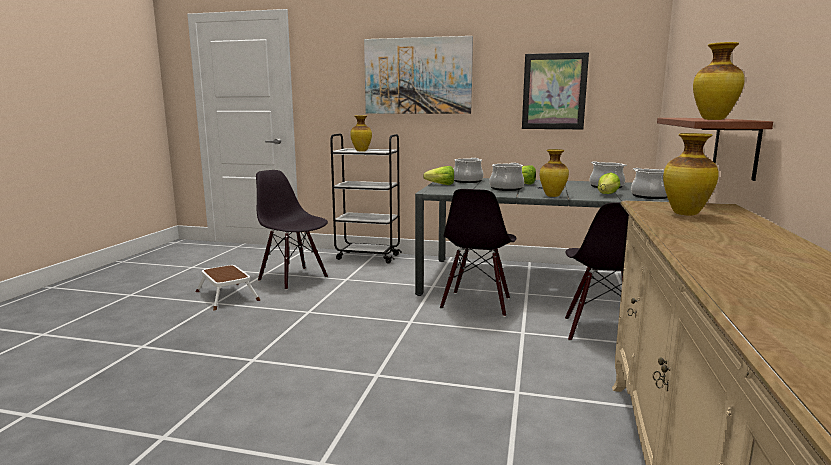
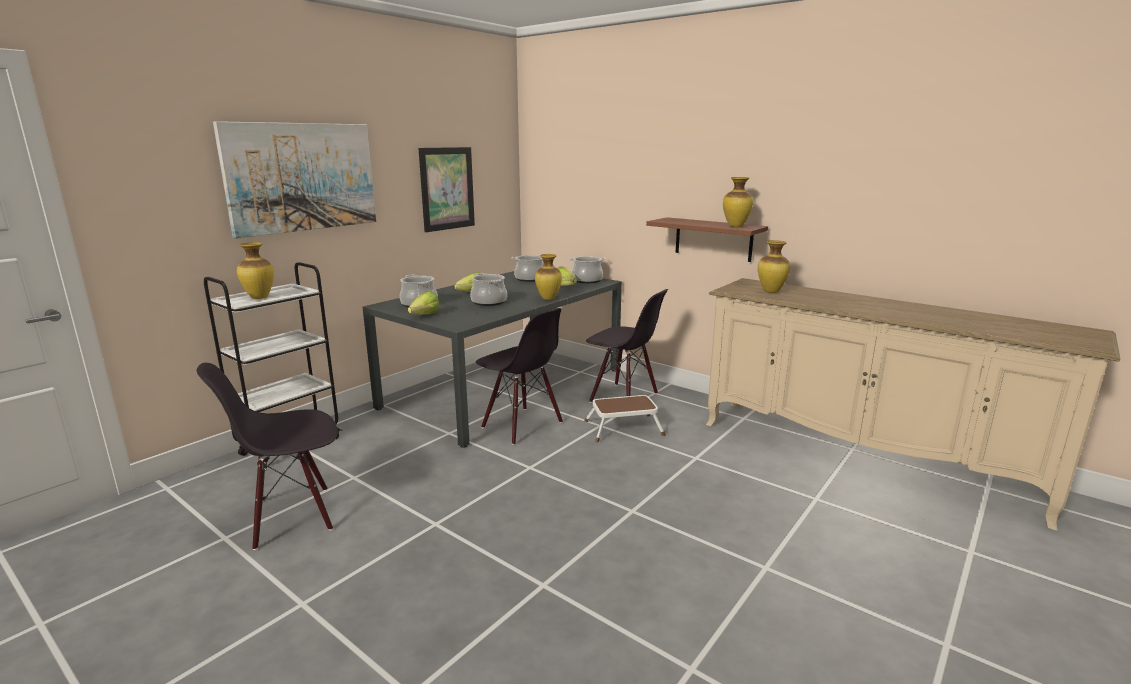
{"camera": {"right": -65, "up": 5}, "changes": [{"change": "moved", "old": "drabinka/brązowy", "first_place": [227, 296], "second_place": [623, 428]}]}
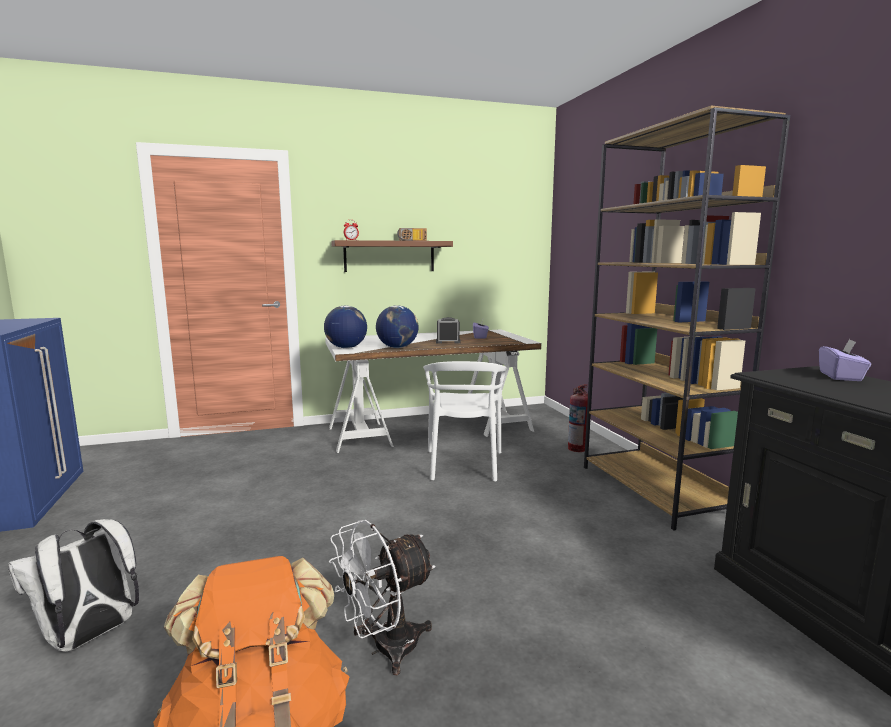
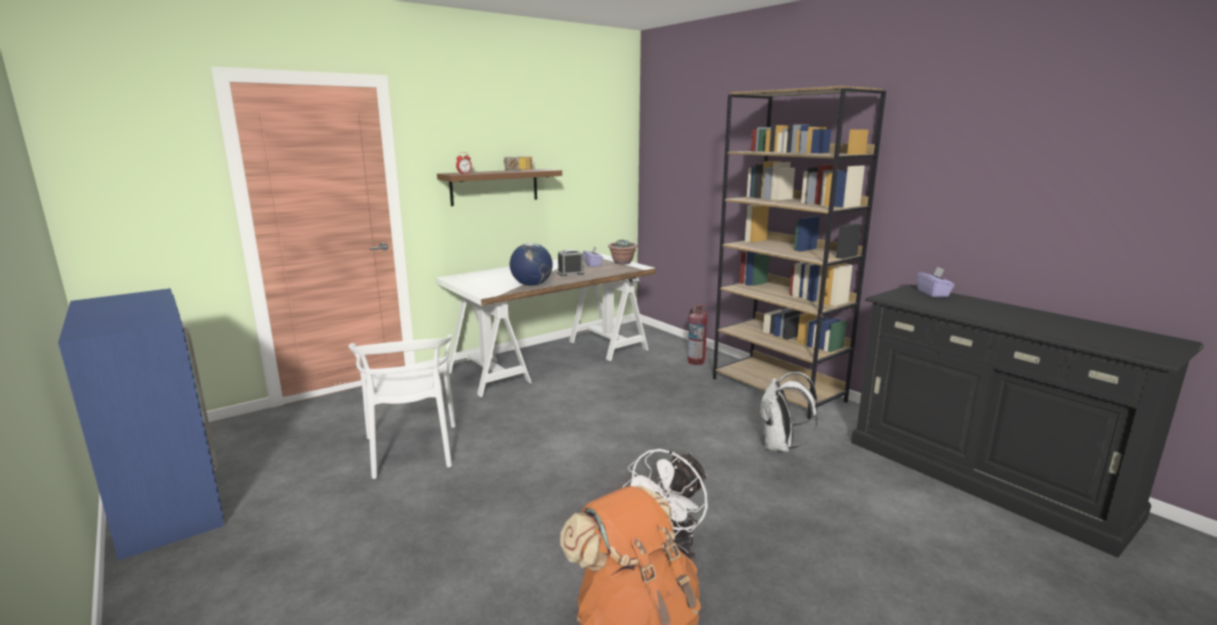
{"camera": {"right": -20, "up": 5}, "changes": [{"change": "removed", "old": "globus", "first_place": [346, 348]}, {"change": "moved", "old": "krzesło/biały", "first_place": [464, 464], "second_place": [412, 450]}, {"change": "moved", "old": "plecak/biały", "first_place": [90, 636], "second_place": [780, 447]}, {"change": "added", "new": "roślina doniczkowa", "second_place": [622, 263]}]}
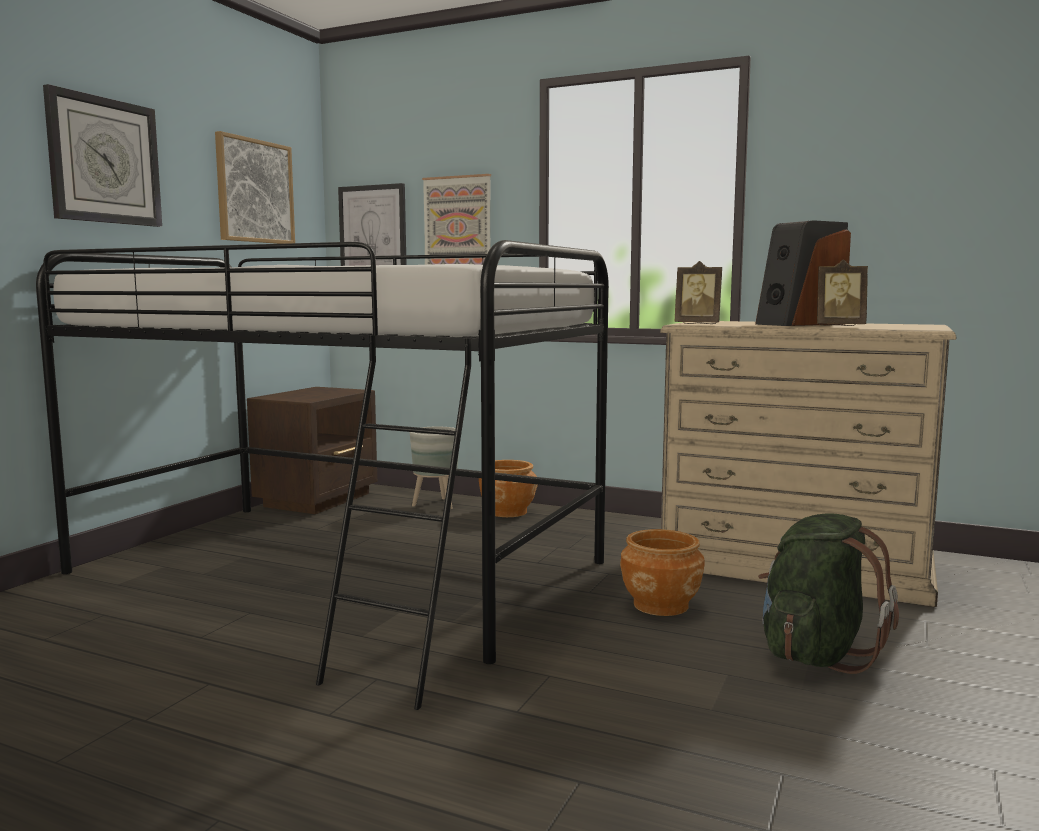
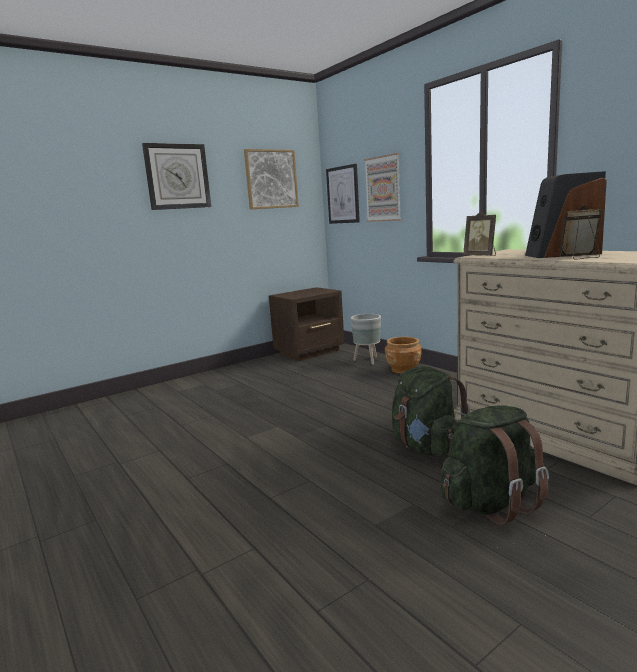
{"camera": {"right": 30, "up": 5}, "changes": [{"change": "removed", "old": "łóżko/czarny", "first_place": [339, 570]}, {"change": "turned", "old": "ramka na zdjęcie", "first_place": [839, 326], "second_place": [581, 258], "degrees": 135}, {"change": "replaced", "old": "donica/brązowy", "new": "plecak/zielony", "first_place": [661, 605], "second_place": [426, 447]}]}
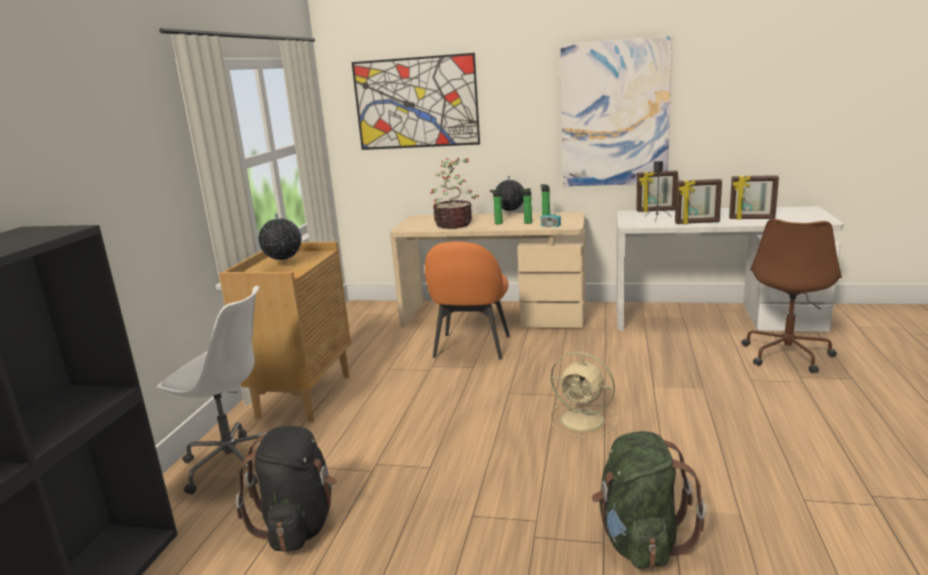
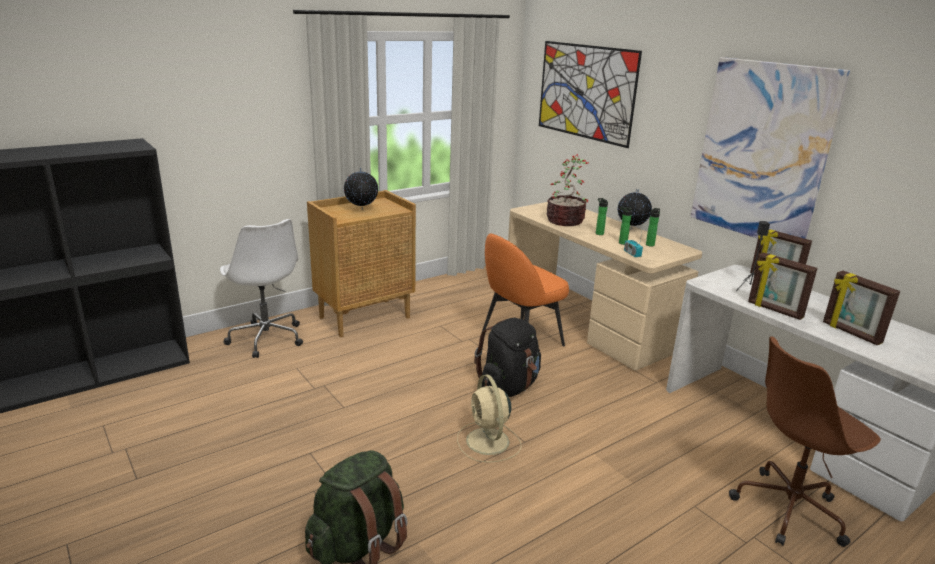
{"camera": {"right": 40, "up": 5}, "changes": [{"change": "moved", "old": "plecak/czarny", "first_place": [298, 525], "second_place": [508, 387]}]}
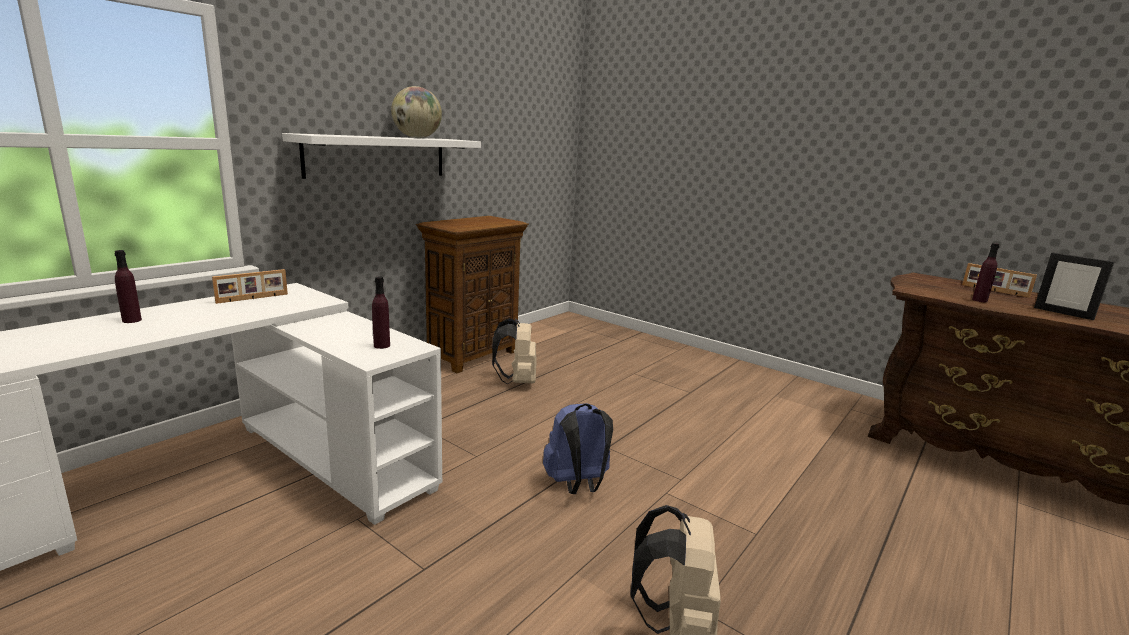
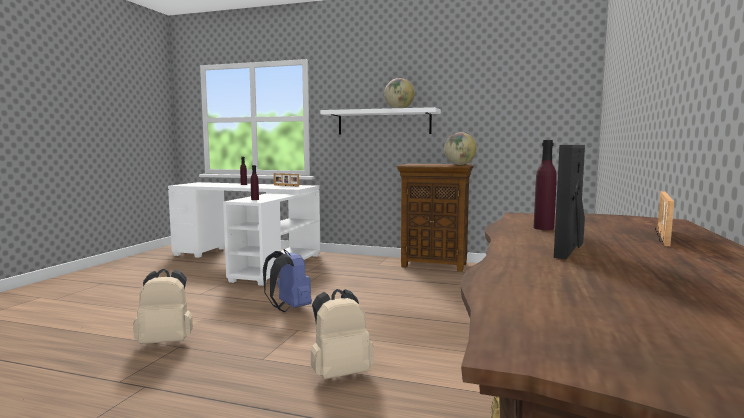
{"camera": {"right": 70, "up": -10}, "changes": [{"change": "moved", "old": "plecak/beżowy", "first_place": [517, 381], "second_place": [340, 373]}, {"change": "added", "new": "globus", "second_place": [459, 164]}]}
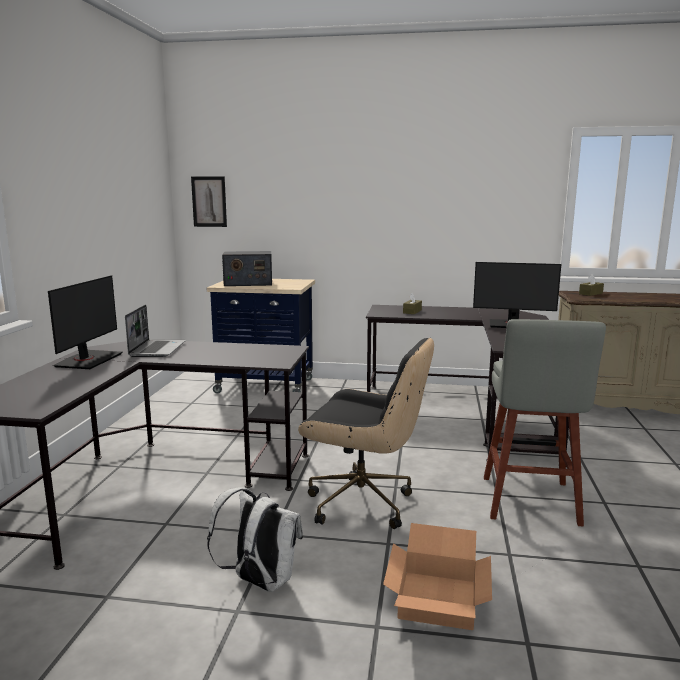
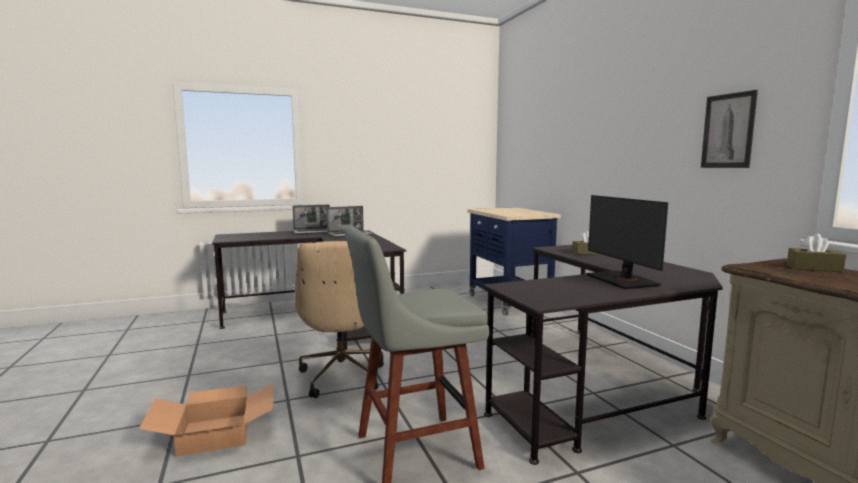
{"camera": {"right": 60, "up": -5}, "changes": [{"change": "moved", "old": "obraz", "first_place": [209, 201], "second_place": [728, 131]}, {"change": "removed", "old": "radio", "first_place": [248, 283]}, {"change": "replaced", "old": "monitor", "new": "laptop", "first_place": [88, 360], "second_place": [314, 232]}, {"change": "removed", "old": "plecak/biały", "first_place": [259, 582]}]}
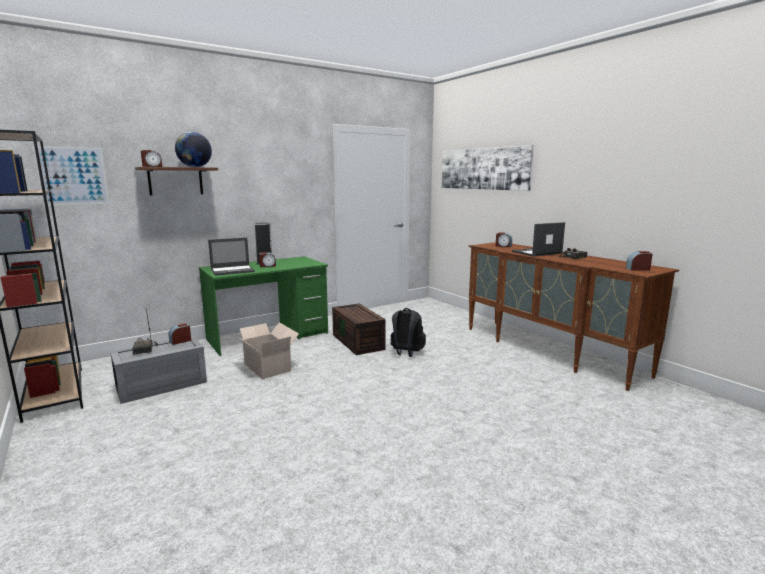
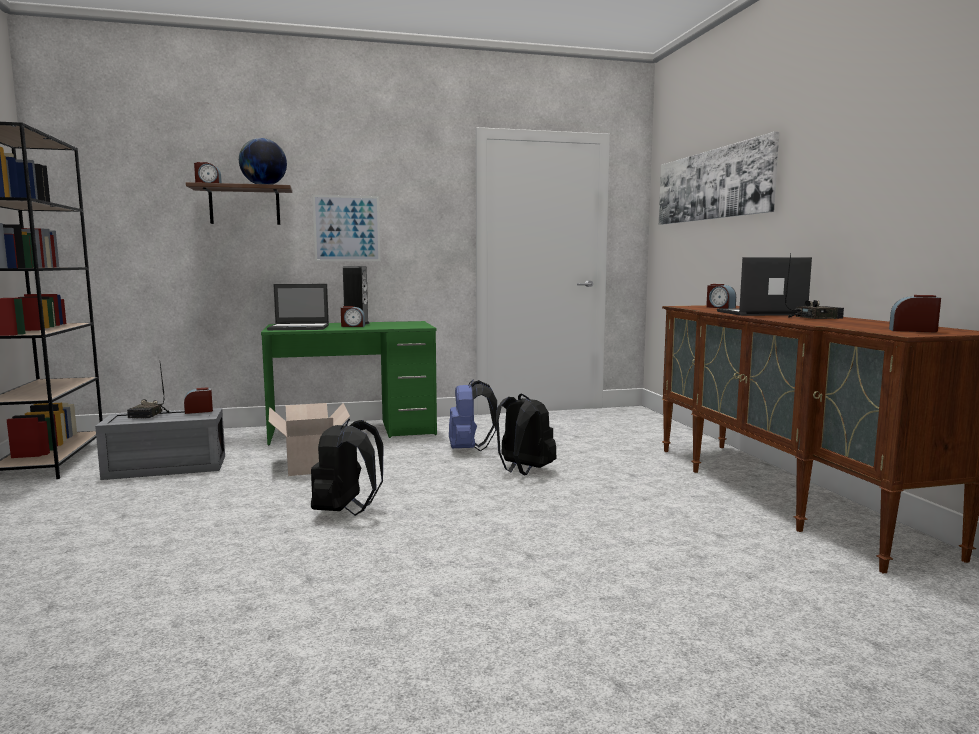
{"camera": {"right": 20, "up": -5}, "changes": [{"change": "moved", "old": "obraz", "first_place": [73, 176], "second_place": [347, 228]}, {"change": "replaced", "old": "pojemnik do przechowywania/brązowy", "new": "plecak/niebieski", "first_place": [359, 342], "second_place": [469, 449]}, {"change": "added", "new": "plecak/czarny", "second_place": [345, 511]}]}
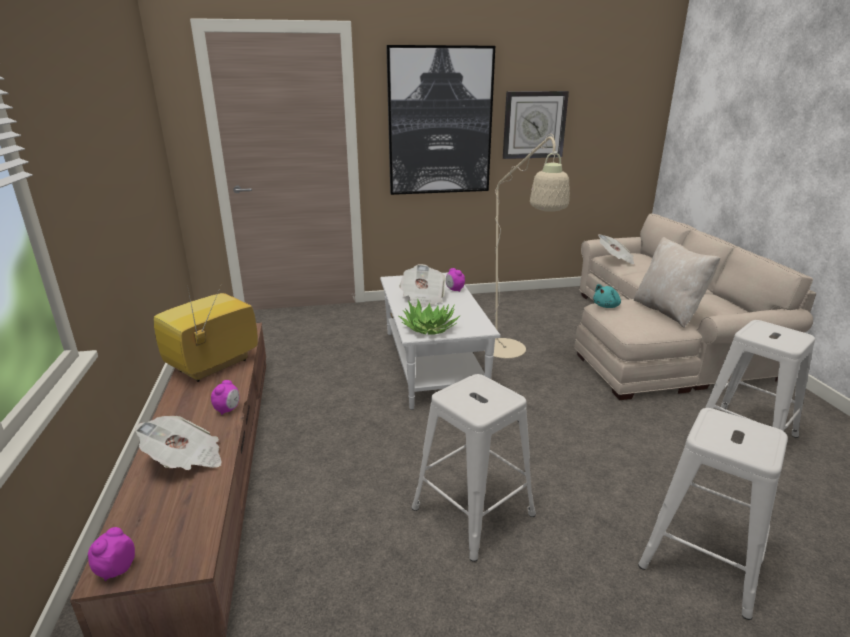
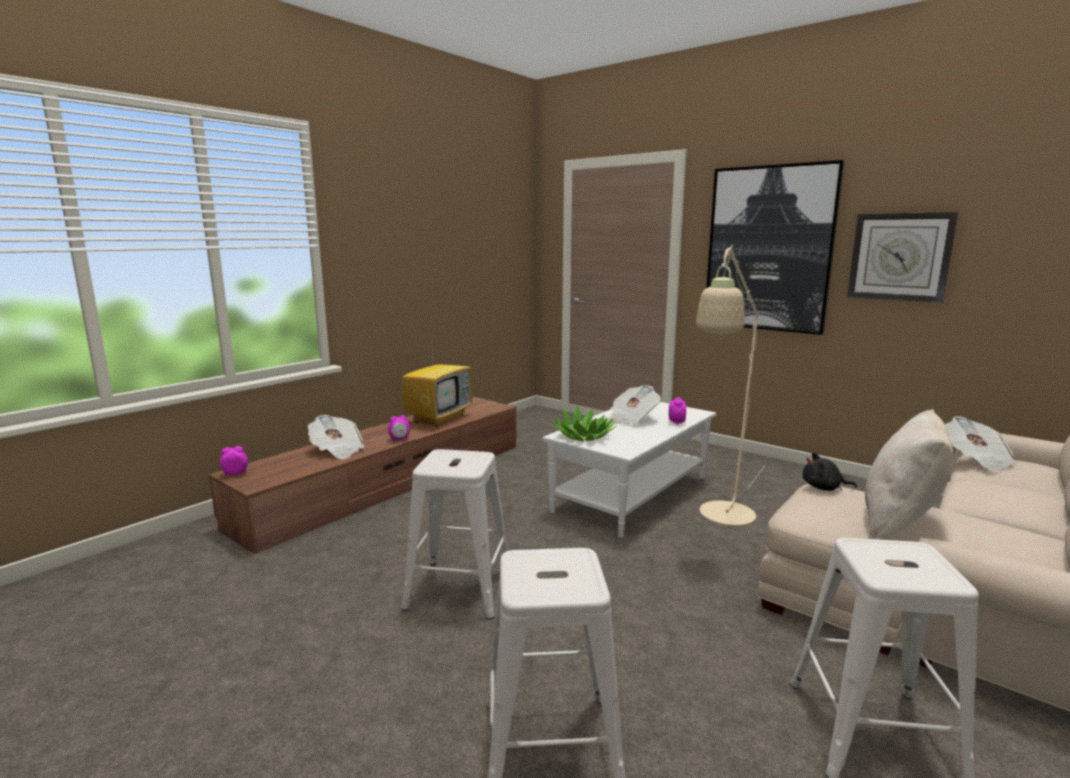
{"camera": {"right": 50, "up": -10}, "changes": [{"change": "turned", "old": "telewizor", "first_place": [213, 367], "second_place": [439, 418], "degrees": 120}, {"change": "recoloured", "old": "pluszak/turkusowy", "new": "pluszak/czarny", "first_place": [607, 306], "second_place": [824, 488]}]}
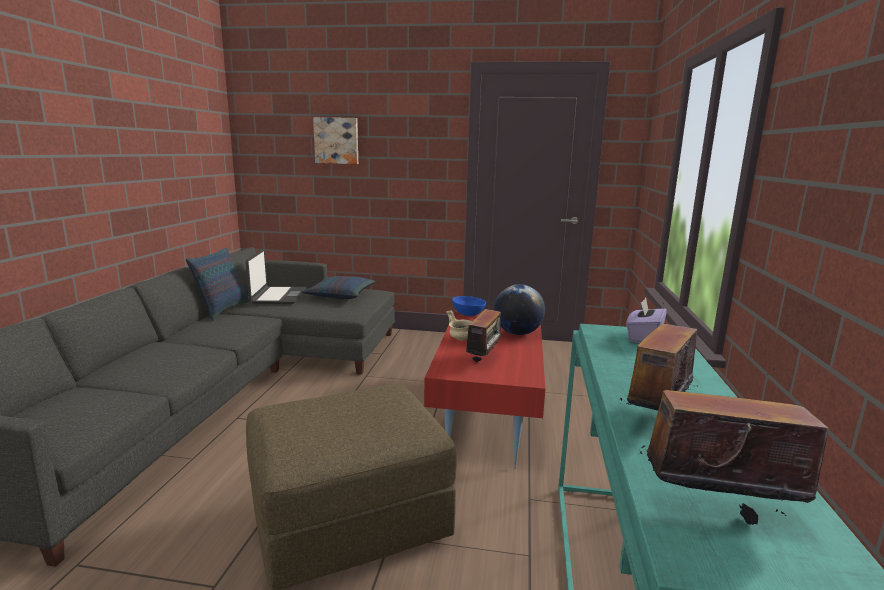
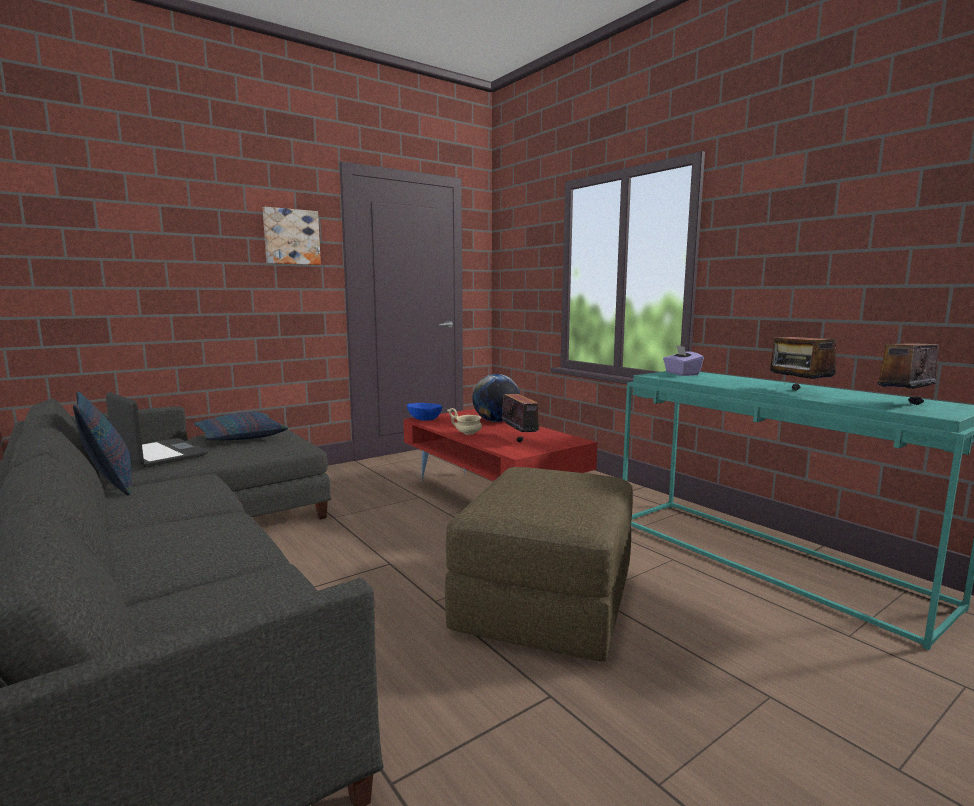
{"camera": {"right": -45, "up": -5}, "changes": [{"change": "moved", "old": "obraz", "first_place": [336, 141], "second_place": [291, 237]}]}
